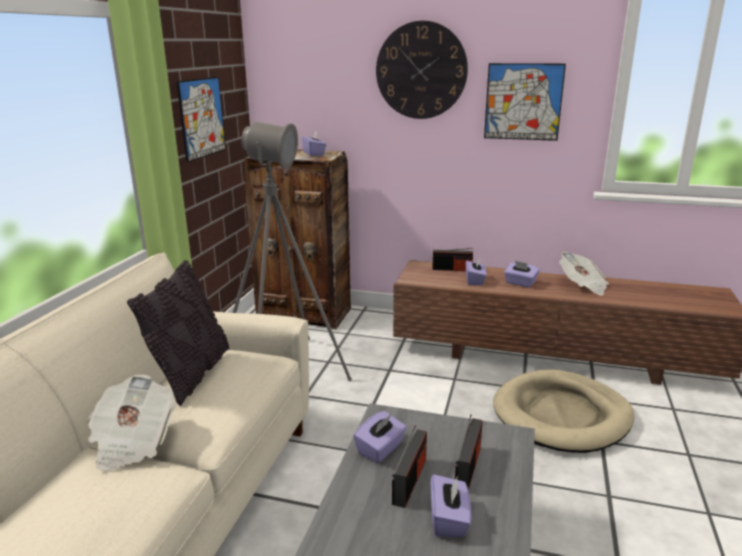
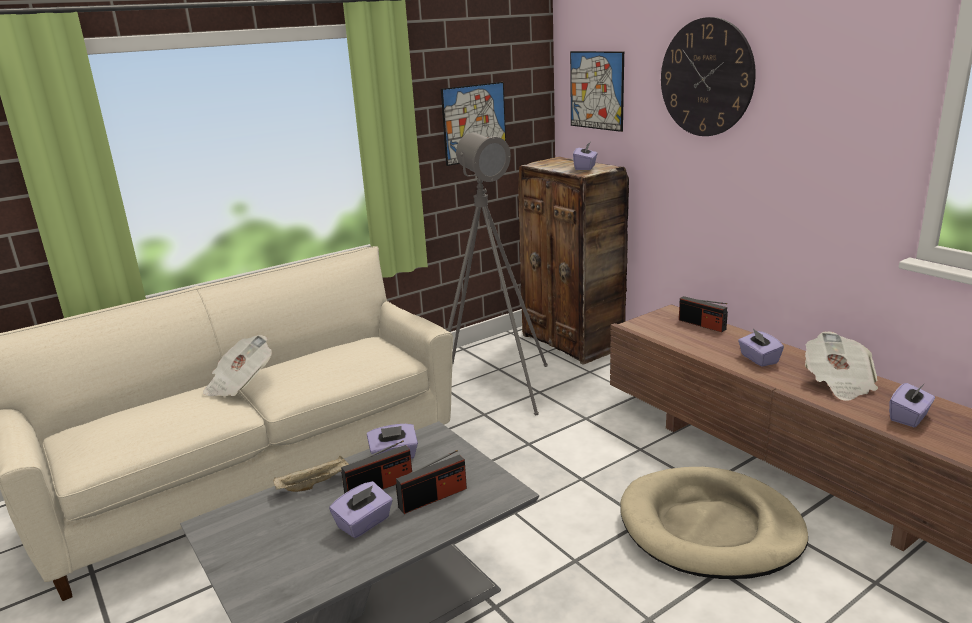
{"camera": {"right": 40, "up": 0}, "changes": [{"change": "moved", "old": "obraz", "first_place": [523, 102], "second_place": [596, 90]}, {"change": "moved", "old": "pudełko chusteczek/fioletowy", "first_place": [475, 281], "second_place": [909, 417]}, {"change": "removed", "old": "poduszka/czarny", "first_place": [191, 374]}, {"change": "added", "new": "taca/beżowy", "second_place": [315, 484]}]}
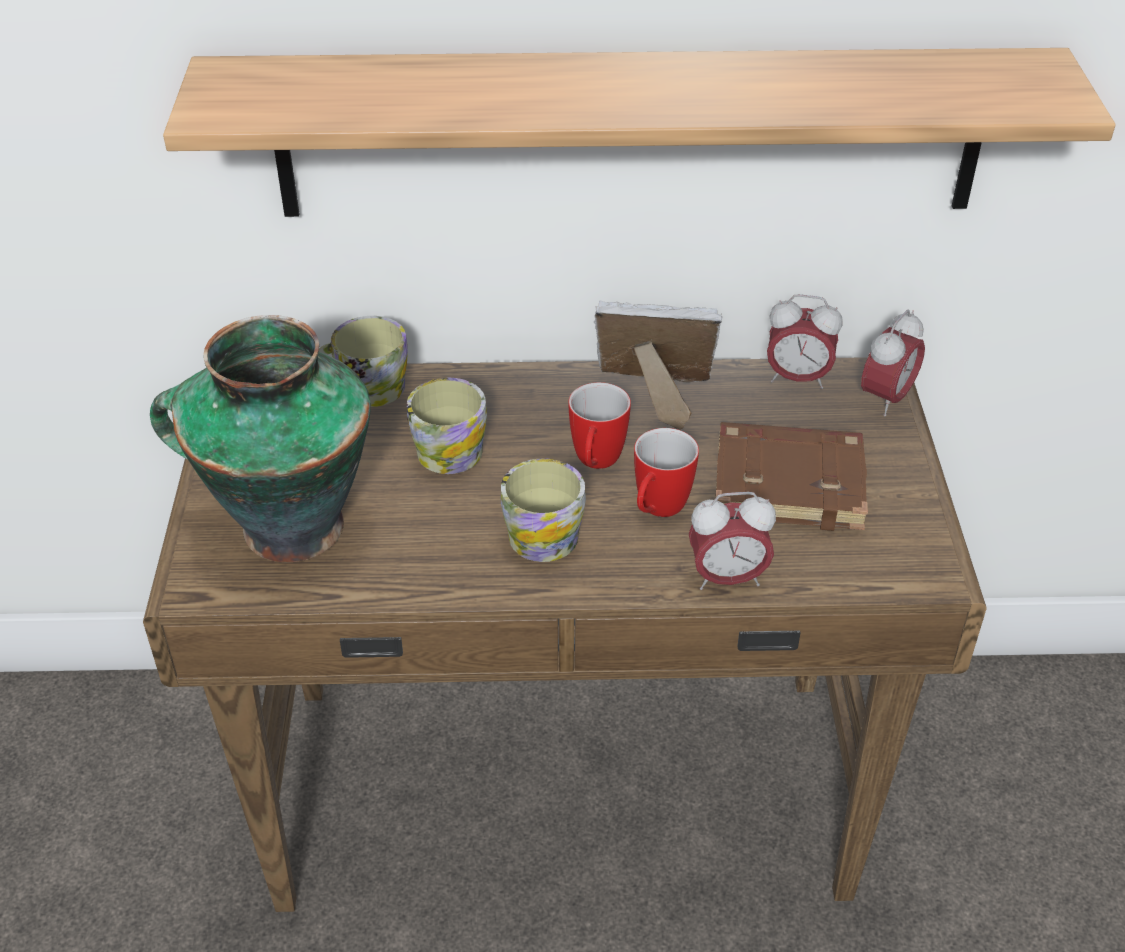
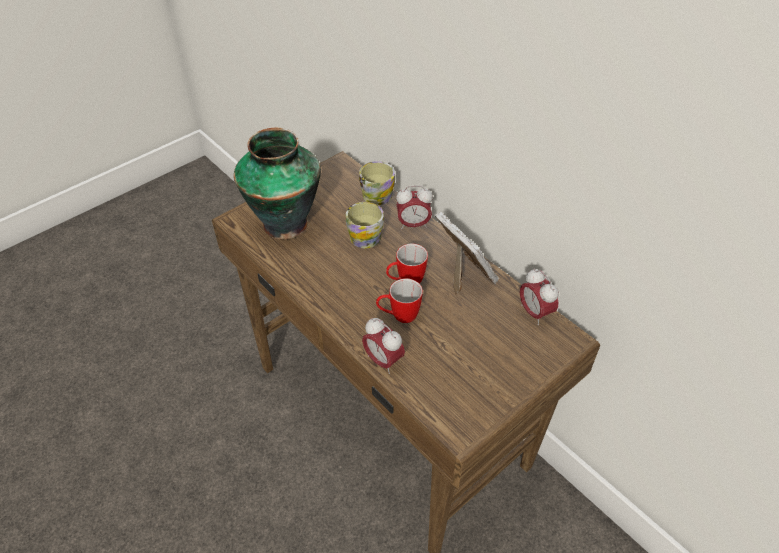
{"camera": {"right": 50, "up": 5}, "changes": [{"change": "removed", "old": "półka", "first_place": [629, 133]}, {"change": "moved", "old": "budzik", "first_place": [886, 398], "second_place": [413, 225]}, {"change": "removed", "old": "książka/brązowy", "first_place": [790, 484]}, {"change": "removed", "old": "kubek", "first_place": [546, 530]}]}
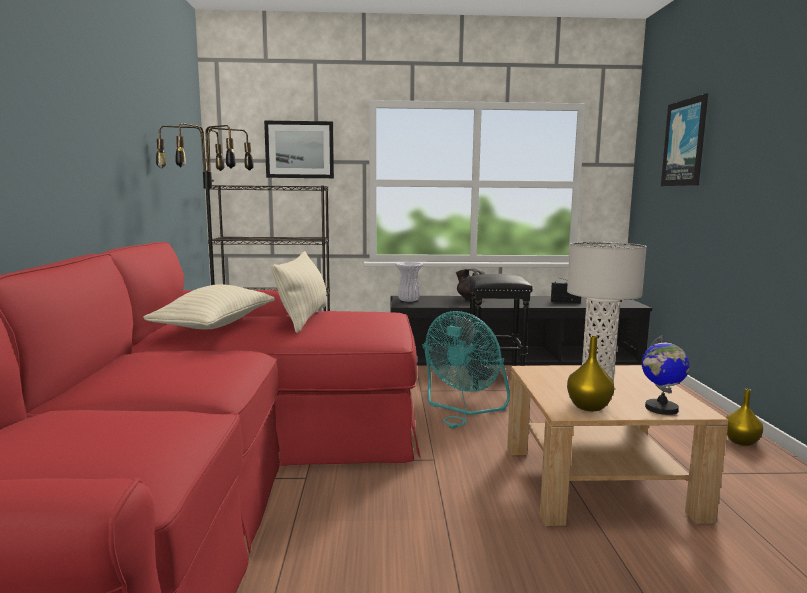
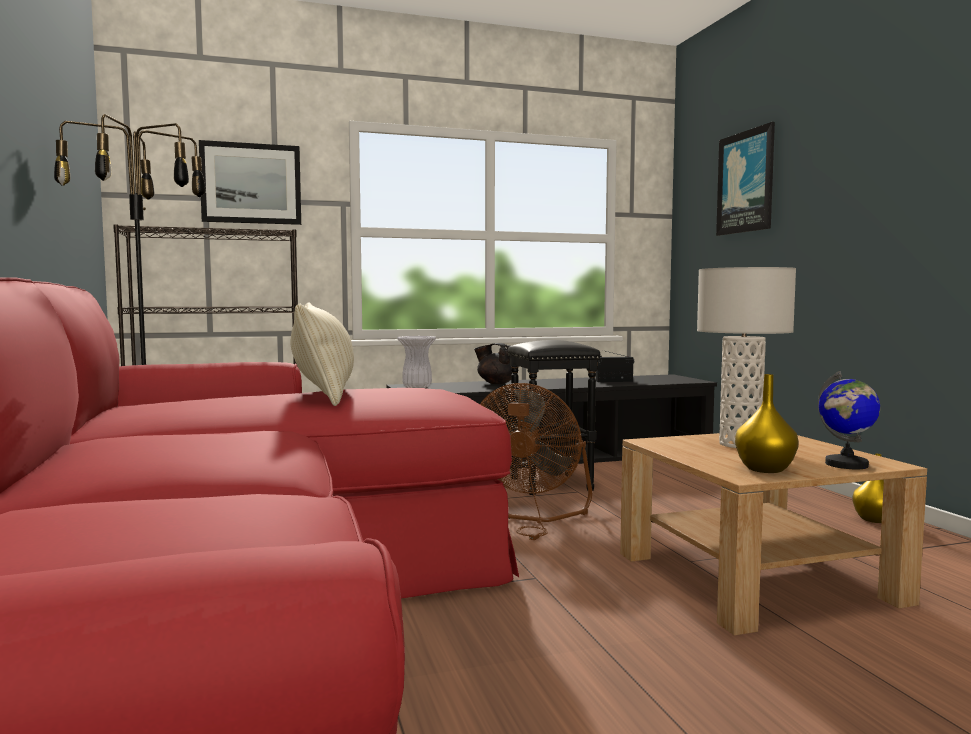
{"camera": {"right": -15, "up": -5}, "changes": [{"change": "removed", "old": "poduszka/beżowy", "first_place": [215, 325]}, {"change": "recoloured", "old": "wentylator/turkusowy", "new": "wentylator/brązowy", "first_place": [458, 407], "second_place": [525, 515]}]}
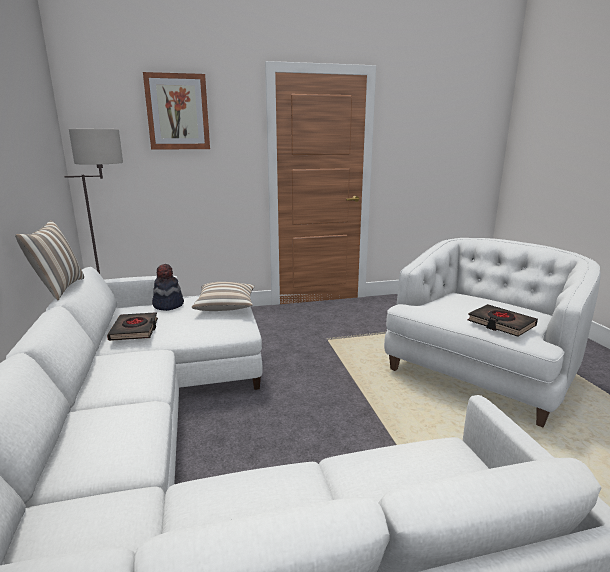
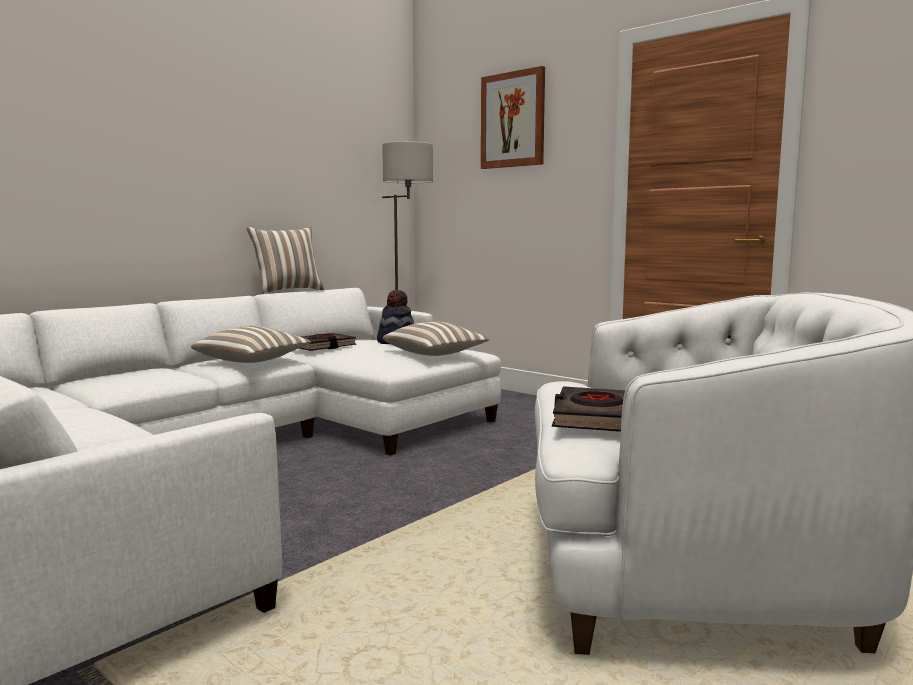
{"camera": {"right": 55, "up": -10}, "changes": [{"change": "added", "new": "poduszka", "second_place": [253, 361]}]}
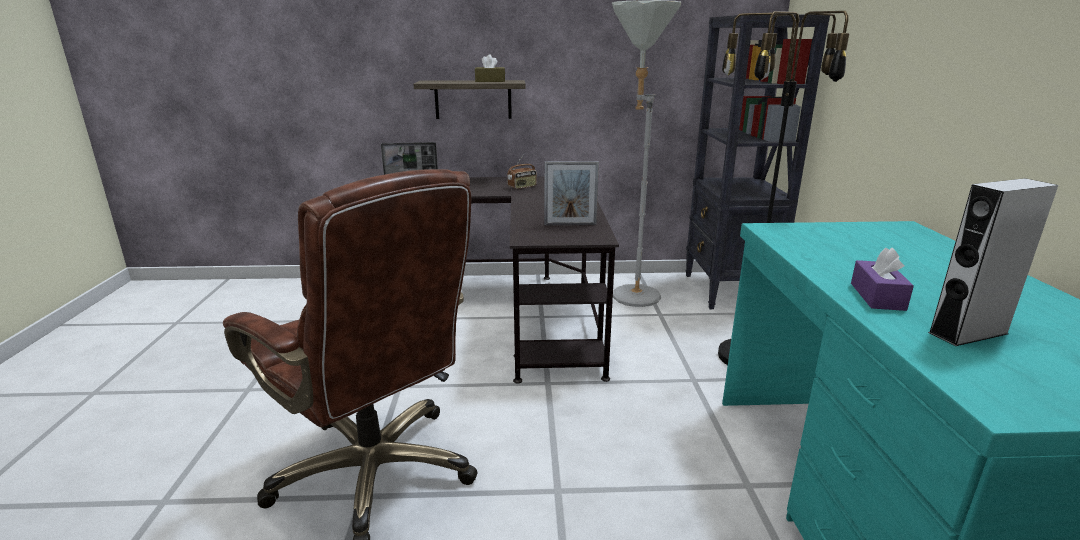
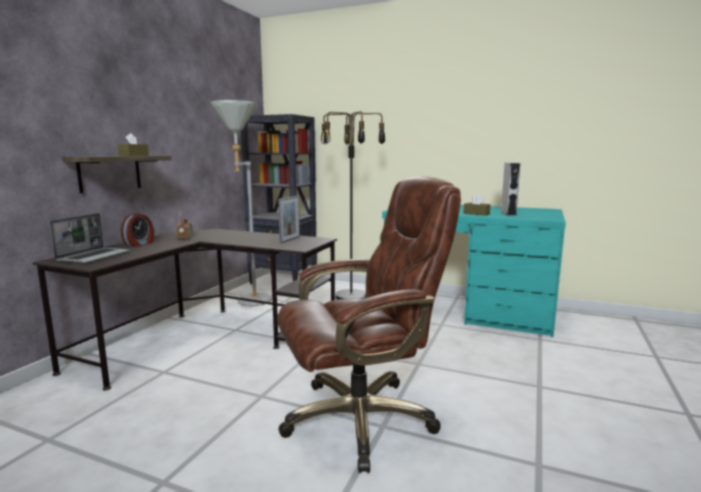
{"camera": {"right": -65, "up": -10}, "changes": [{"change": "recoloured", "old": "pudełko chusteczek/fioletowy", "new": "pudełko chusteczek/brązowy", "first_place": [877, 296], "second_place": [476, 213]}, {"change": "added", "new": "budzik", "second_place": [140, 244]}]}
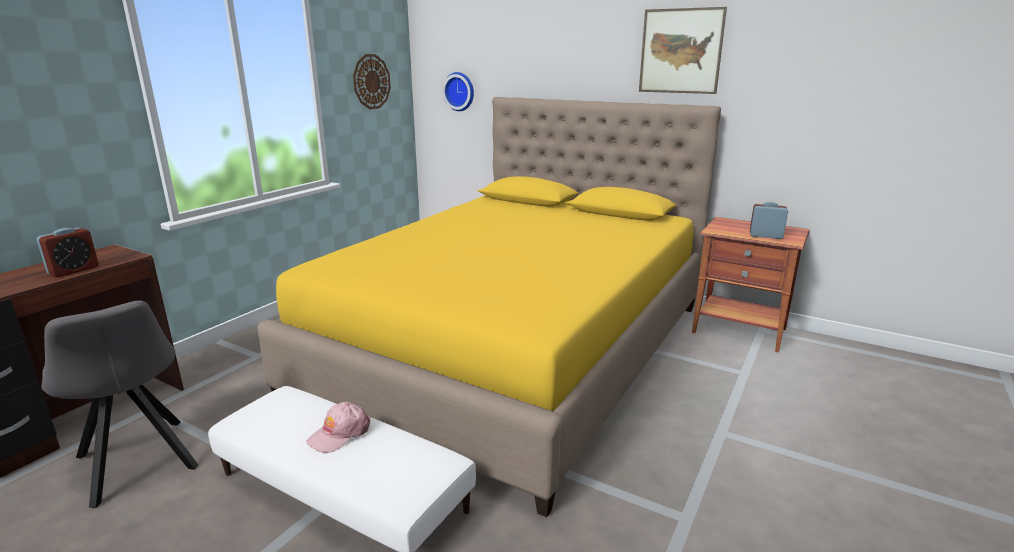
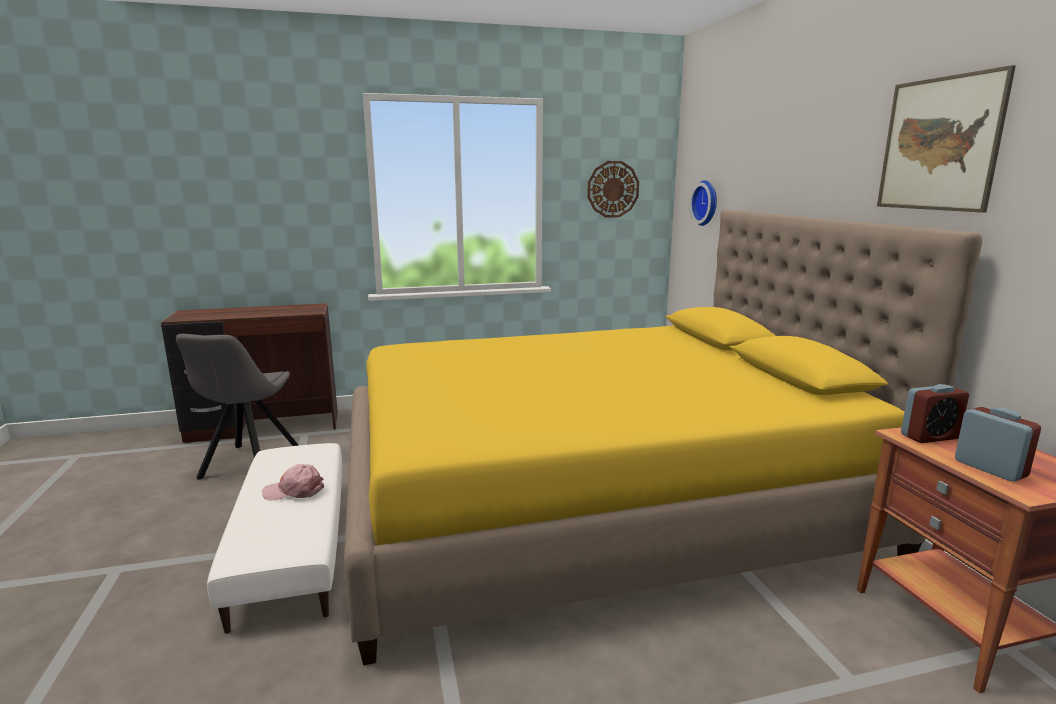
{"camera": {"right": 45, "up": -5}, "changes": [{"change": "moved", "old": "budzik", "first_place": [74, 270], "second_place": [929, 437]}]}
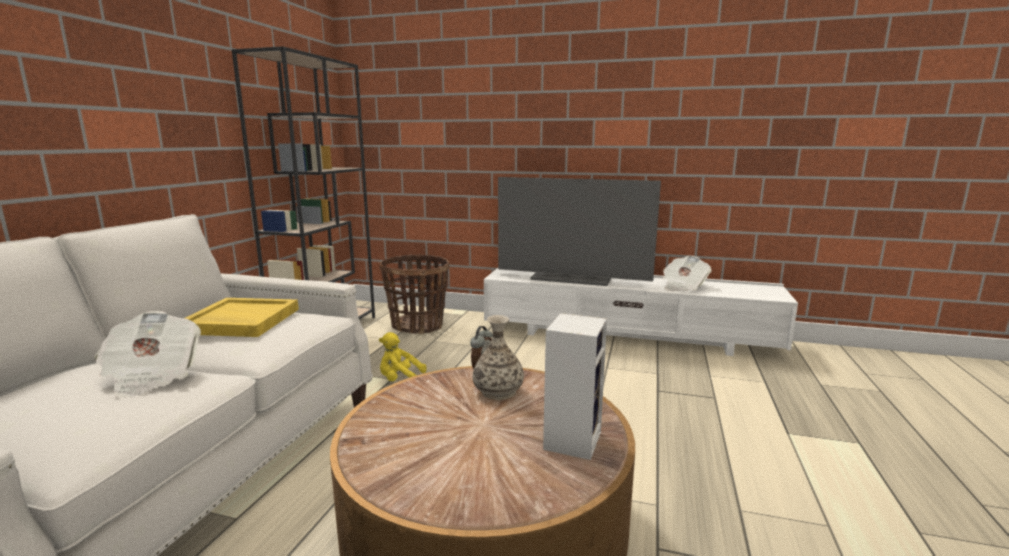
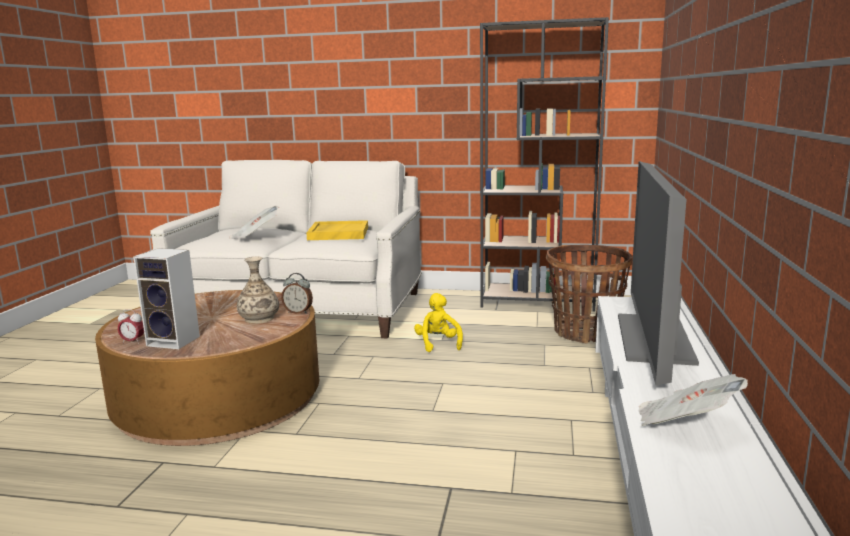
{"camera": {"right": 85, "up": 0}, "changes": [{"change": "added", "new": "budzik", "second_place": [133, 342]}]}
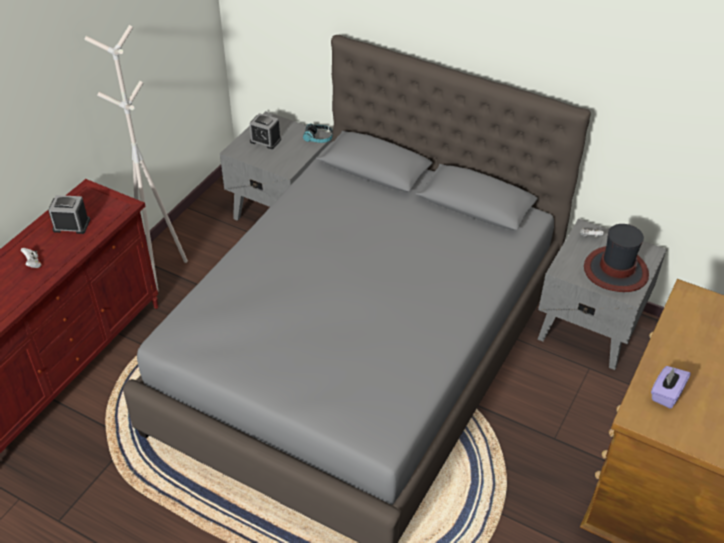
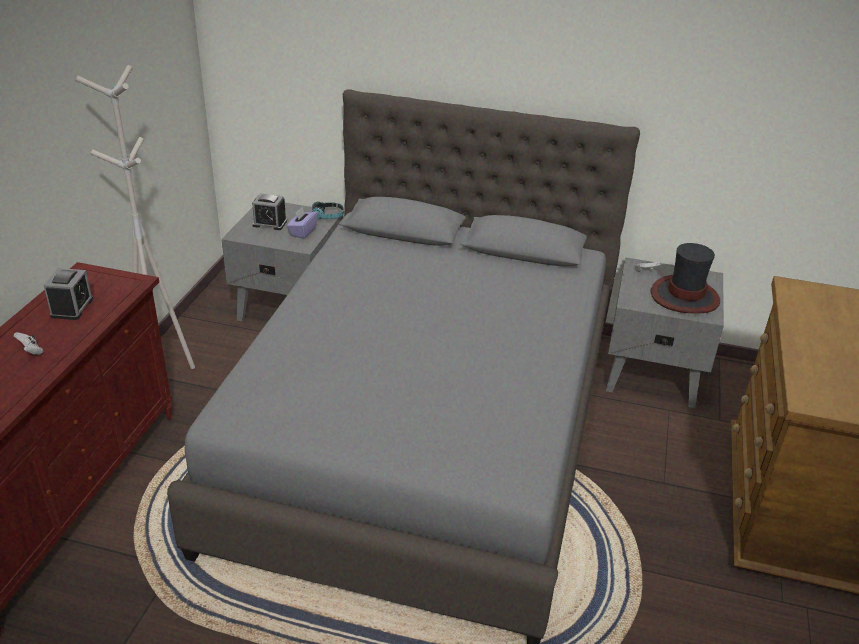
{"camera": {"right": -15, "up": -10}, "changes": [{"change": "turned", "old": "budzik", "first_place": [71, 225], "second_place": [72, 307], "degrees": 105}, {"change": "moved", "old": "pudełko chusteczek/fioletowy", "first_place": [666, 394], "second_place": [302, 232]}]}
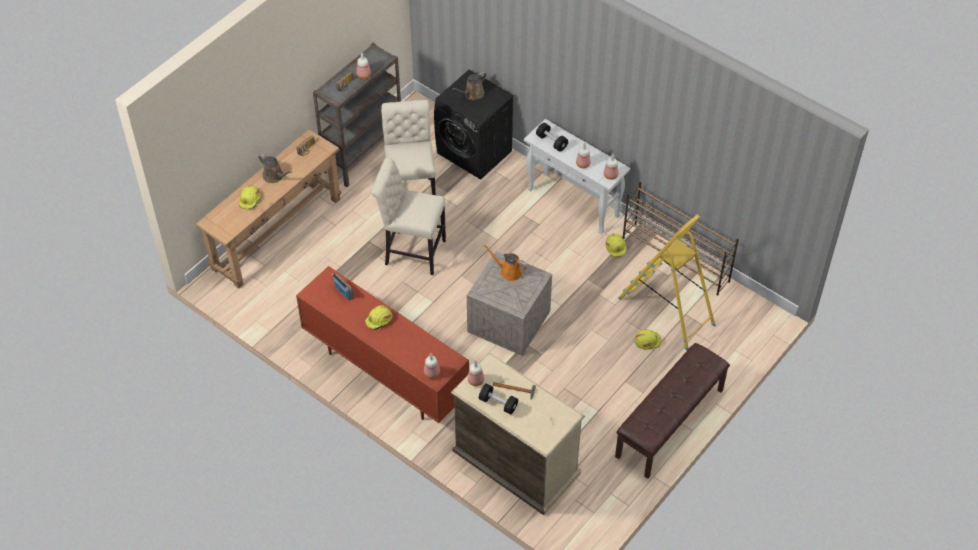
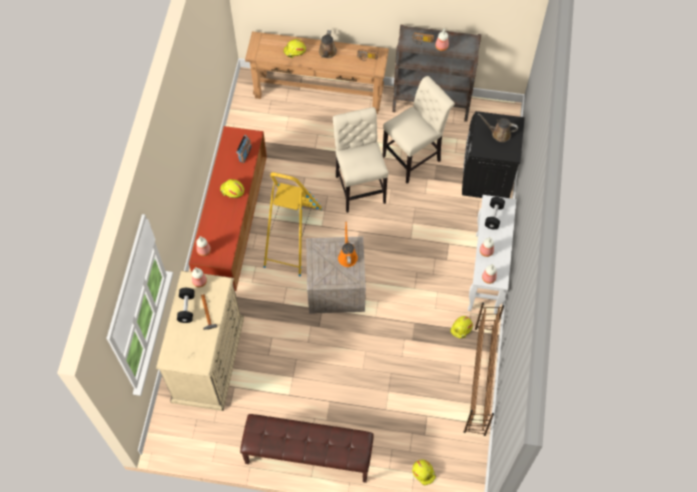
{"camera": {"right": 60, "up": 10}, "changes": [{"change": "moved", "old": "drabinka/żółty", "first_place": [665, 311], "second_place": [293, 236]}, {"change": "moved", "old": "kask/żółty", "first_place": [647, 341], "second_place": [424, 472]}]}
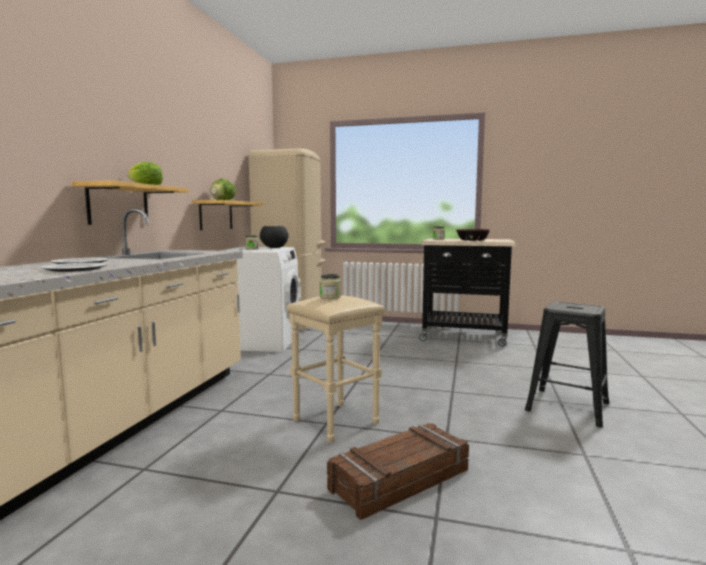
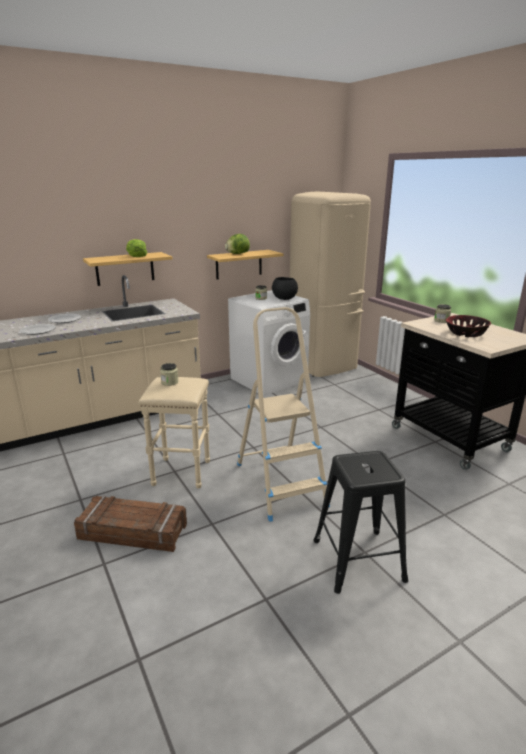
{"camera": {"right": 45, "up": 15}, "changes": [{"change": "added", "new": "drabinka/beżowy", "second_place": [280, 484]}]}
